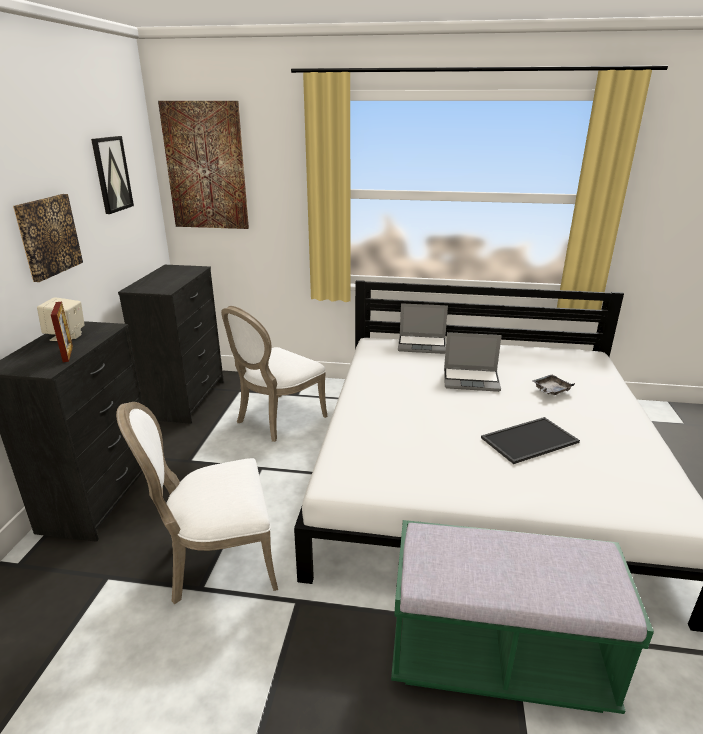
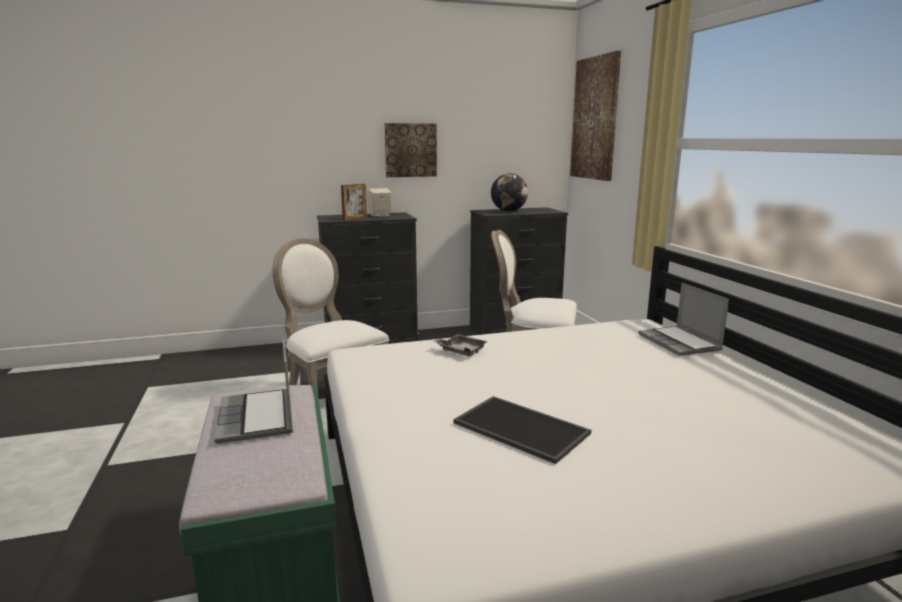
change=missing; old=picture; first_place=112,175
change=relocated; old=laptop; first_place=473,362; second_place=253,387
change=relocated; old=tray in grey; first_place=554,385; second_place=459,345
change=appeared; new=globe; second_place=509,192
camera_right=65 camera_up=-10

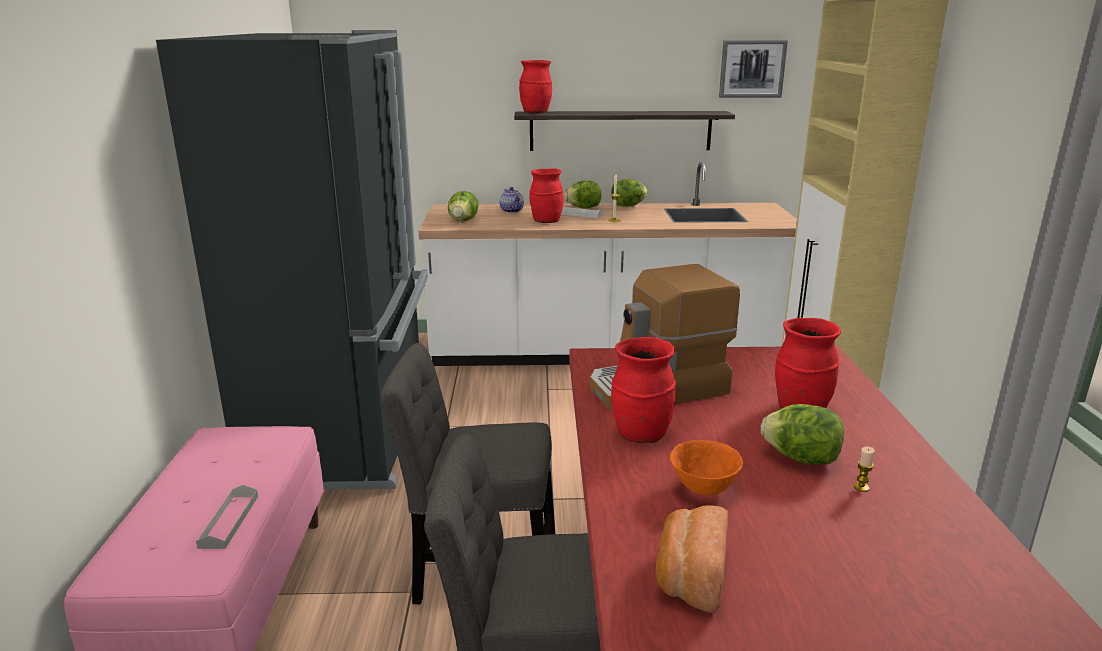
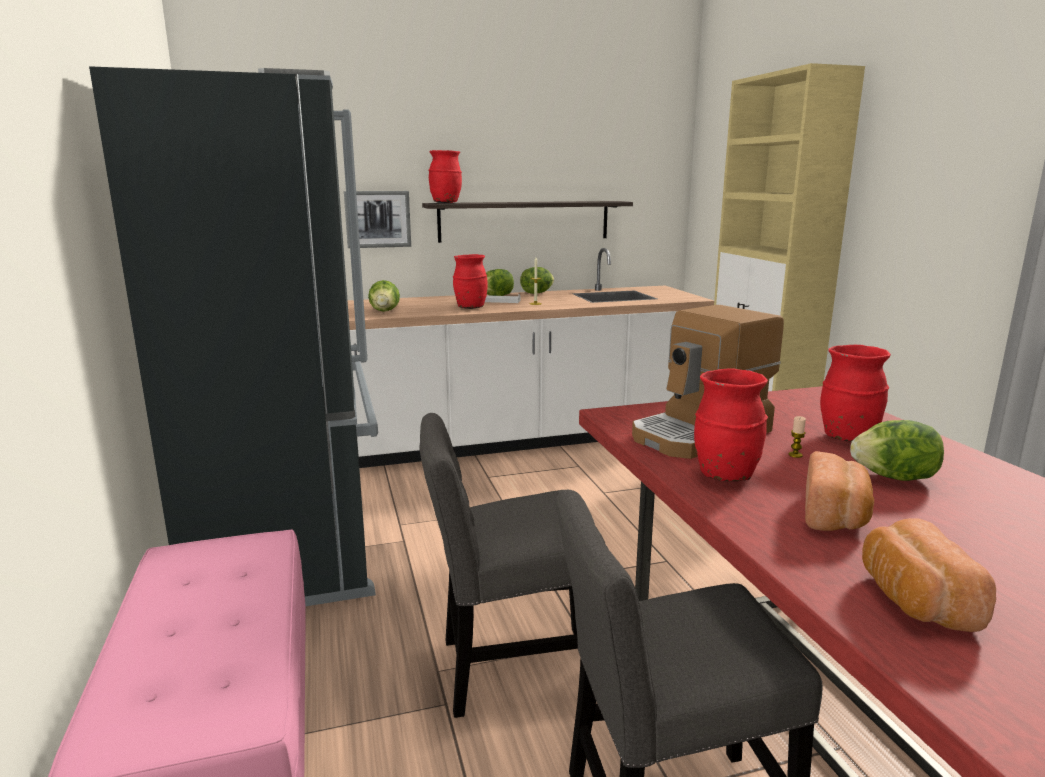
change=relocated; old=picture; first_place=753,69; second_place=377,219
change=missing; old=teapot; first_place=511,200
change=exchanged; old=bowl in orange; new=bread; first_place=706,468; second_place=839,491
change=relocated; old=candle; first_place=864,469; second_place=797,437
change=missing; old=tray in grey; first_place=227,517
camera_right=-15 camera_up=-5

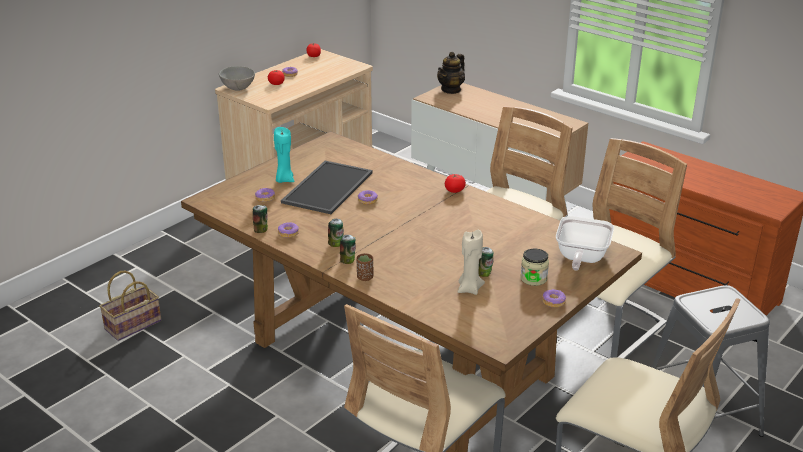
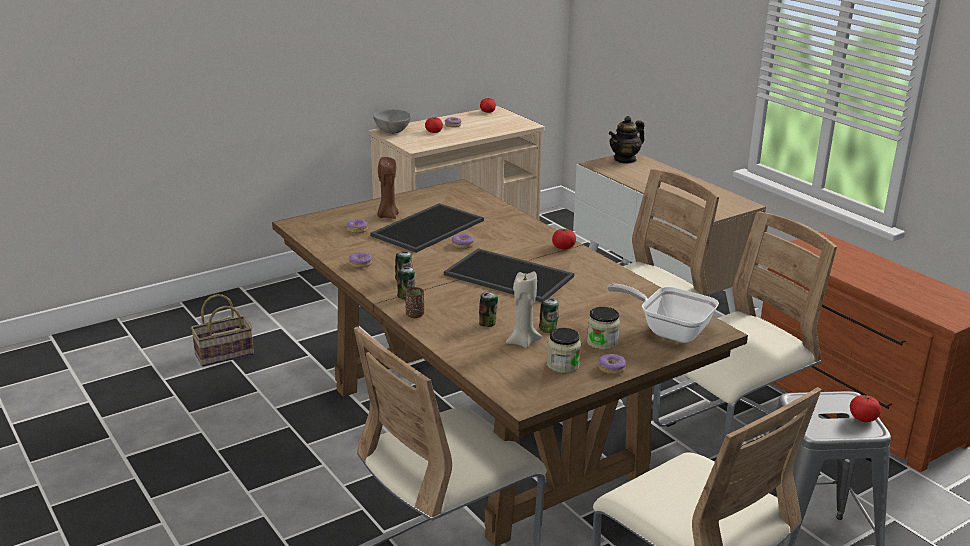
change=colour; old=candle in turquoise; new=candle in brown; first_place=284,155; second_place=388,188
change=relocated; old=can; first_place=260,219; second_place=488,309
change=spun; old=frying pan; first_place=585,243; second_place=663,313; degrees=90
change=appeared; new=tray; second_place=509,275
change=appeared; new=jar; second_place=564,350
change=appeared; new=tomato; second_place=865,408
camera_right=15 camera_up=-5

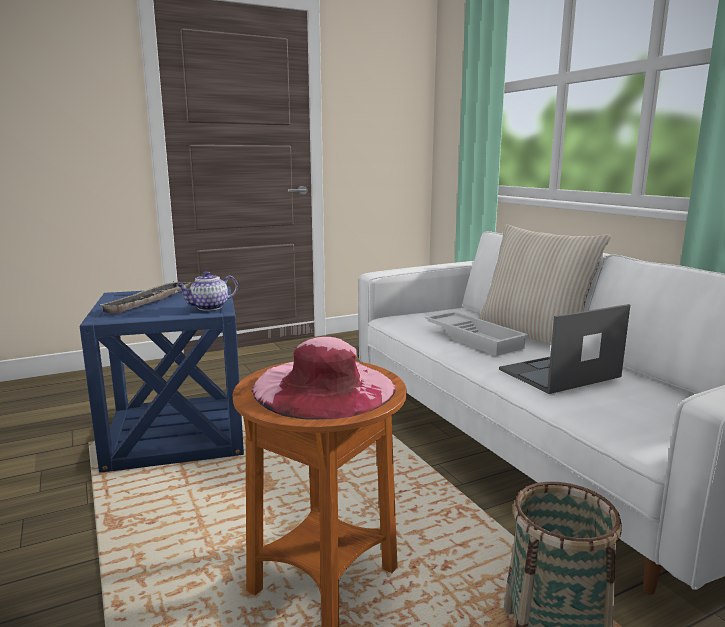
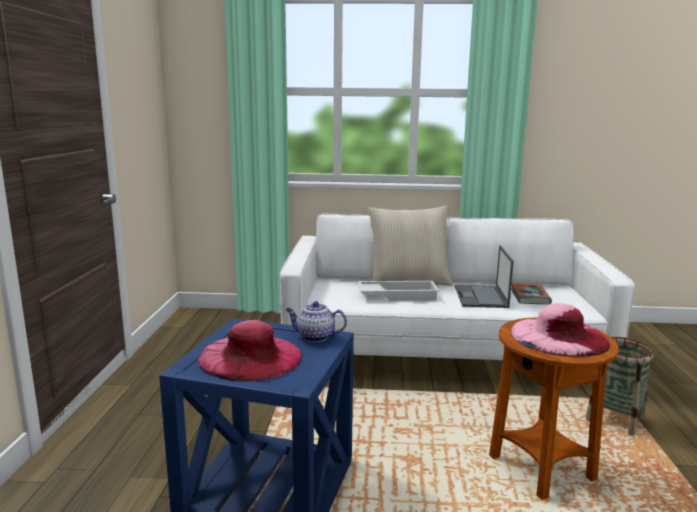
change=spun; old=teapot; first_place=207,291; second_place=316,321; degrees=105
change=exchanged; old=tray; new=hat in pink; first_place=145,297; second_place=250,351
change=appeared; new=book; second_place=531,293
camera_right=-60 camera_up=0

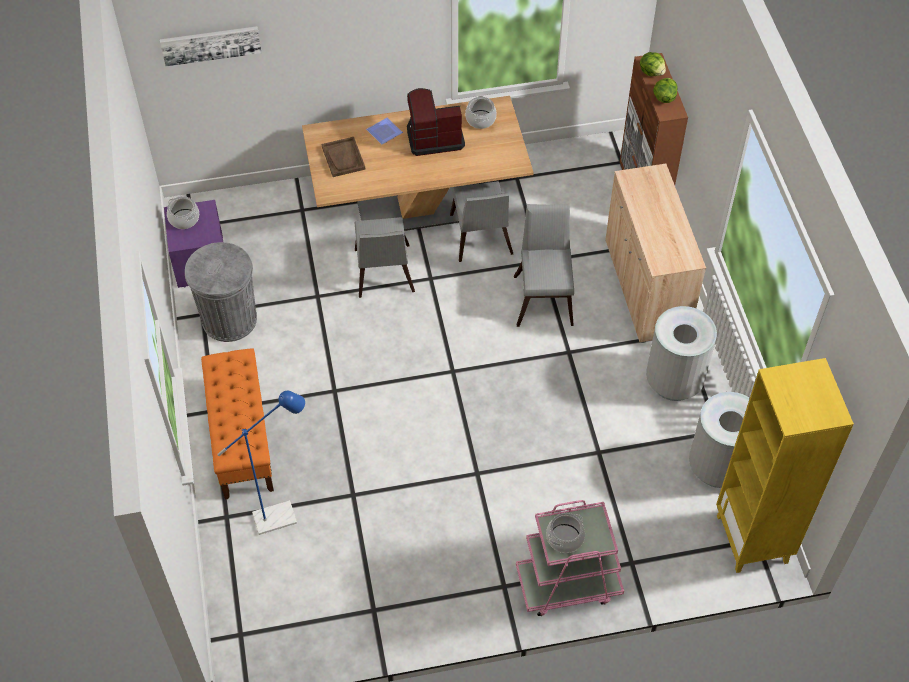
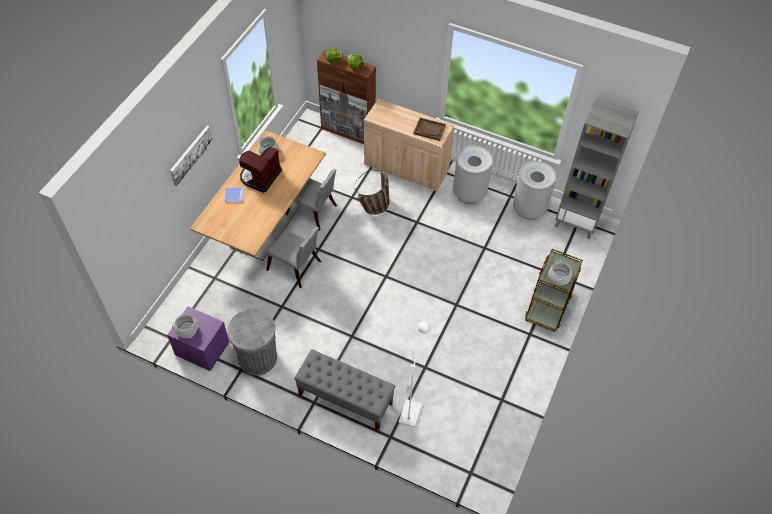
change=relocated; old=picture; first_place=210,46; second_place=191,156
change=relocated; old=tray in brown; first_place=343,157; second_place=429,129
change=exchanged; old=chair in grey; new=basket; first_place=544,265; second_place=372,192
change=colour; old=bench in orange; new=bench in grey; first_place=237,423; second_place=344,390
change=colour; old=bookcase in yellow; new=bookcase in grey; first_place=785,465; second_place=597,168
change=colour; old=floor lamp in blue; new=floor lamp in white; first_place=261,463; second_place=415,374
change=colour; old=cart in pink; new=cart in brown; first_place=570,558; second_place=554,290
camera_right=-55 camera_up=0

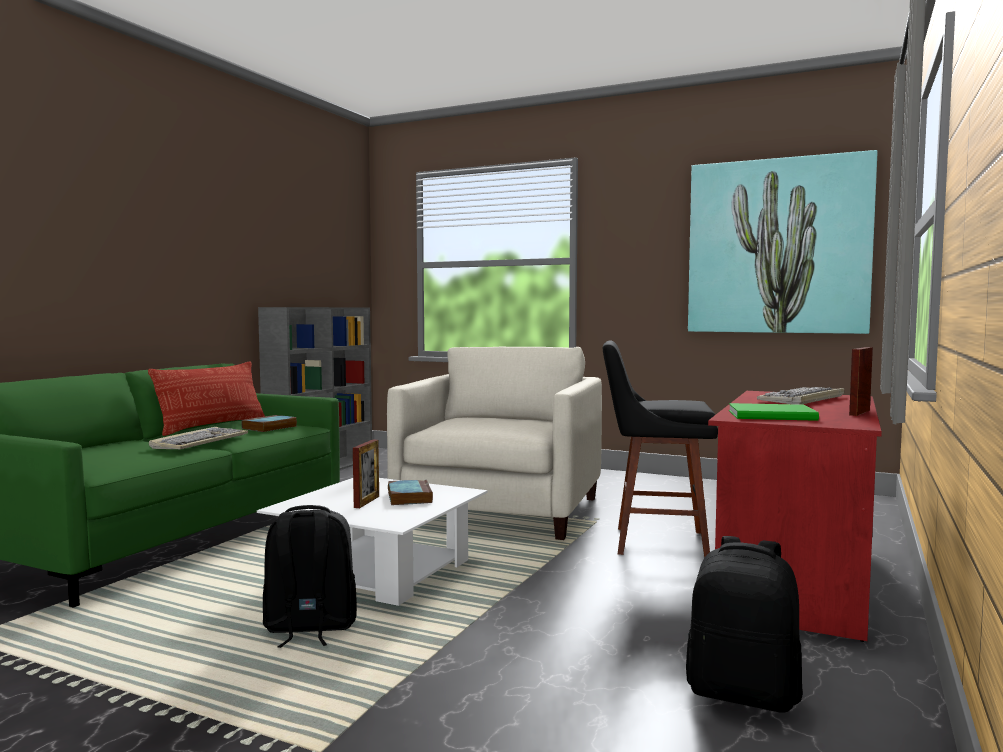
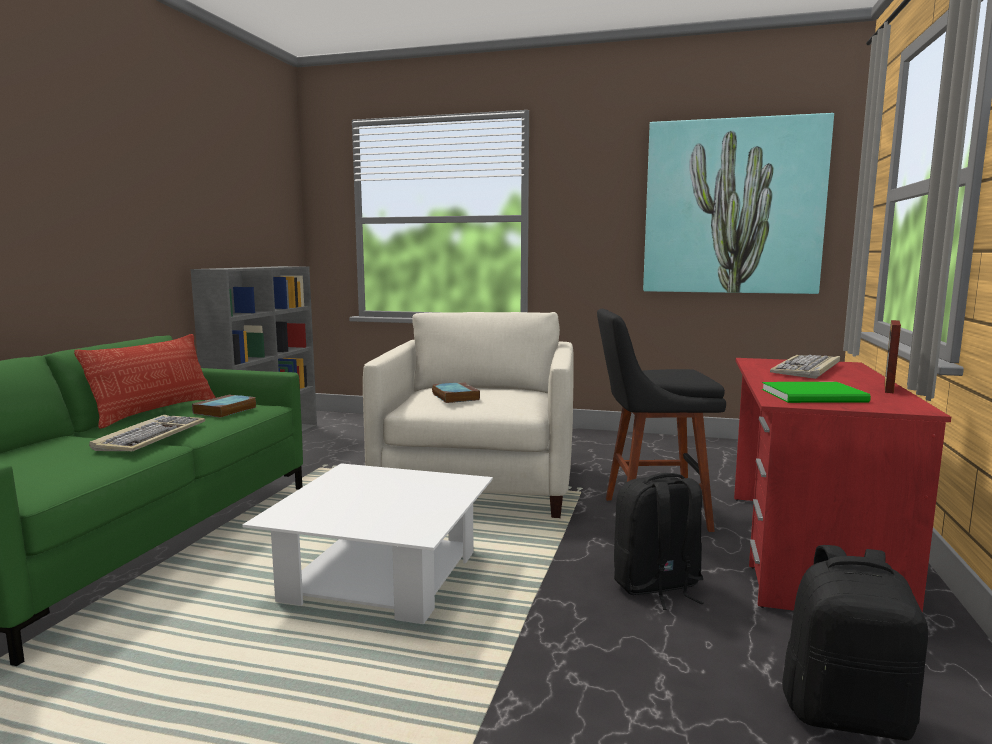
change=missing; old=picture frame; first_place=366,474
change=relocated; old=book; first_place=410,492; second_place=456,392
change=relocated; old=backpack in black; first_place=310,576; second_place=659,541
camera_right=-10 camera_up=5

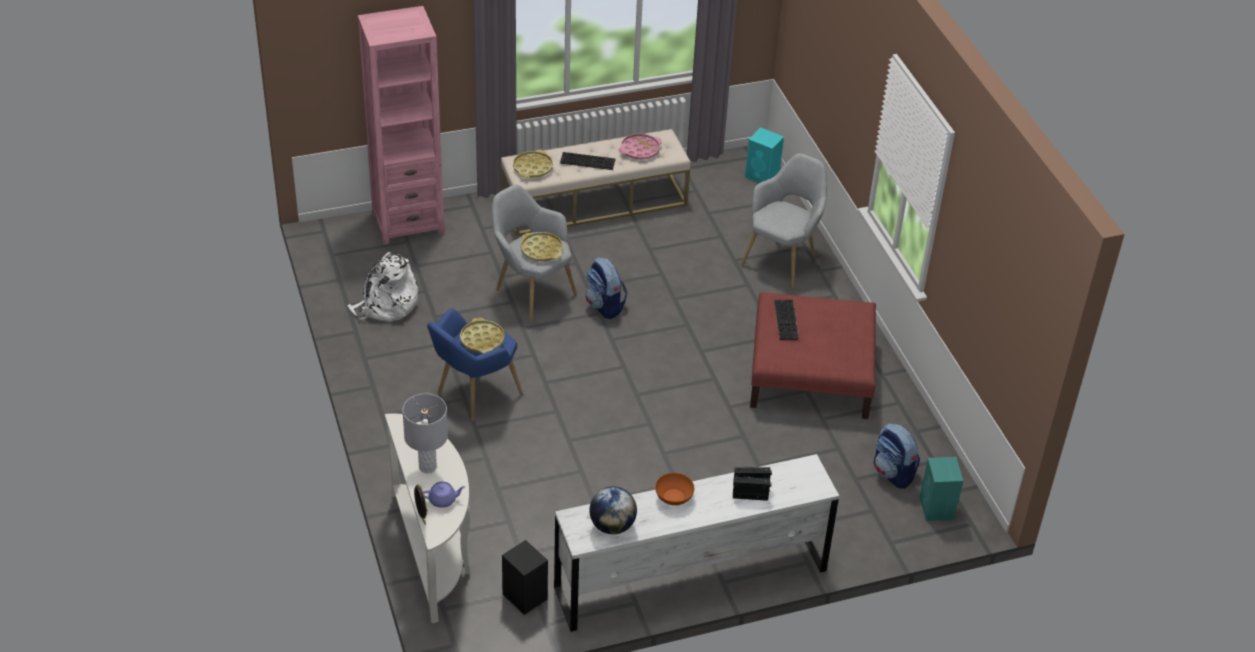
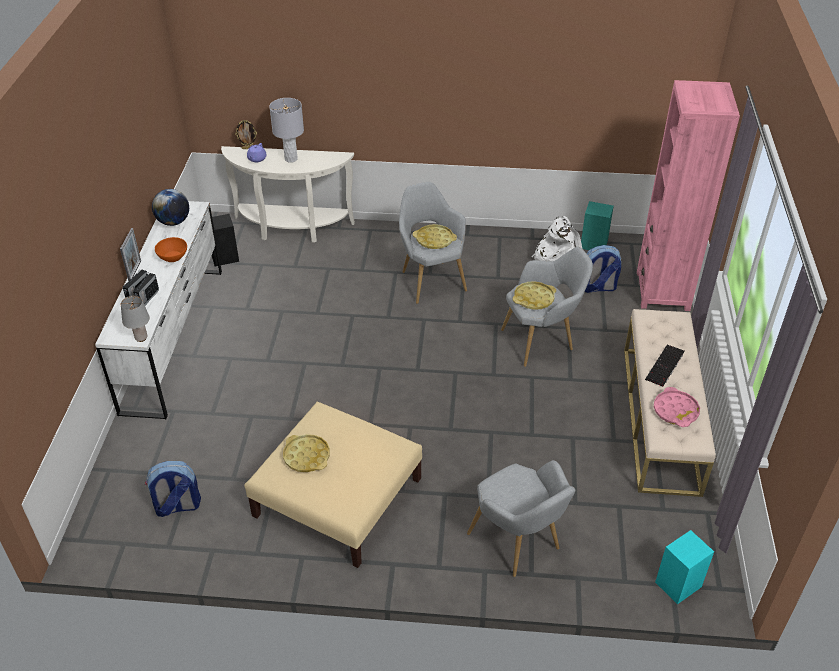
change=relocated; old=tray in yellow; first_place=533,164; second_place=306,453
change=relocated; old=backpack; first_place=607,288; second_place=603,269
change=colour; old=ottoman in red; new=ottoman in beige; first_place=813,355; second_place=333,484
change=missing; old=keyboard; first_place=786,319
change=colour; old=armchair in blue; new=armchair in grey; first_place=475,365; second_place=433,243
change=relocated; old=speaker in turquoise; first_place=941,489; second_place=597,225
change=appeared; new=picture frame; second_place=130,254
change=appeared; new=table lamp in grey; second_place=135,319
camera_right=115 camera_up=0

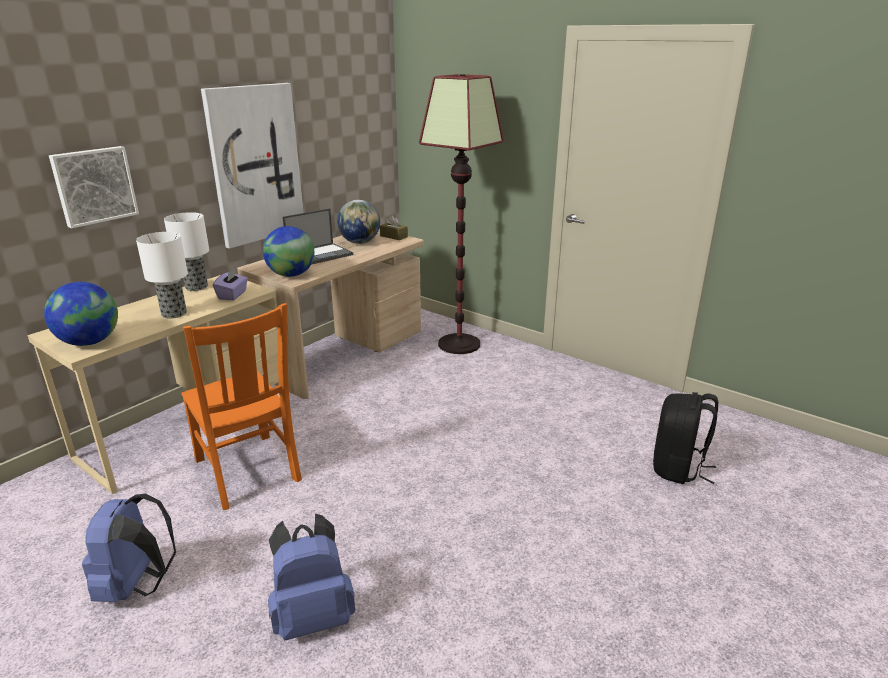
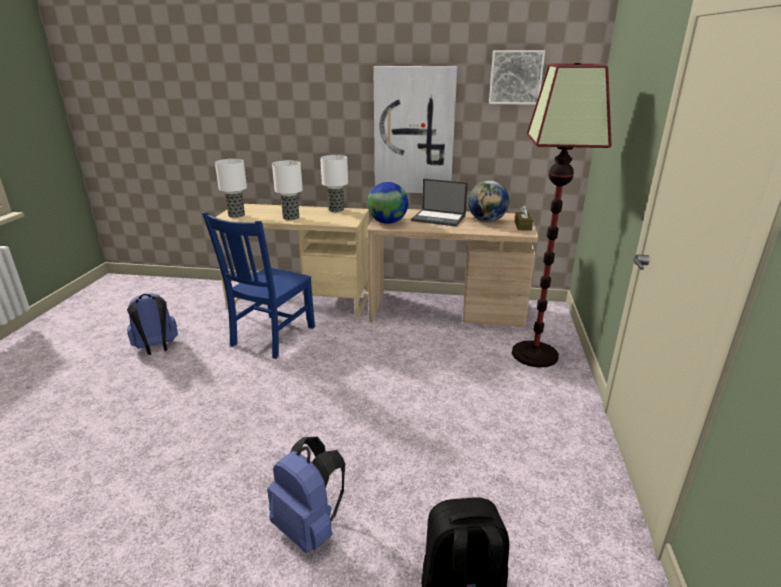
change=relocated; old=picture; first_place=94,187; second_place=517,77
change=missing; old=tissue box in purple; first_place=230,284
change=exchanged; old=globe; new=table lamp; first_place=81,314; second_place=231,188
change=colour; old=chair in orange; new=chair in blue; first_place=241,406; second_place=258,285
change=relocated; old=backpack in blue; first_place=311,576; second_place=306,495
camera_right=60 camera_up=0

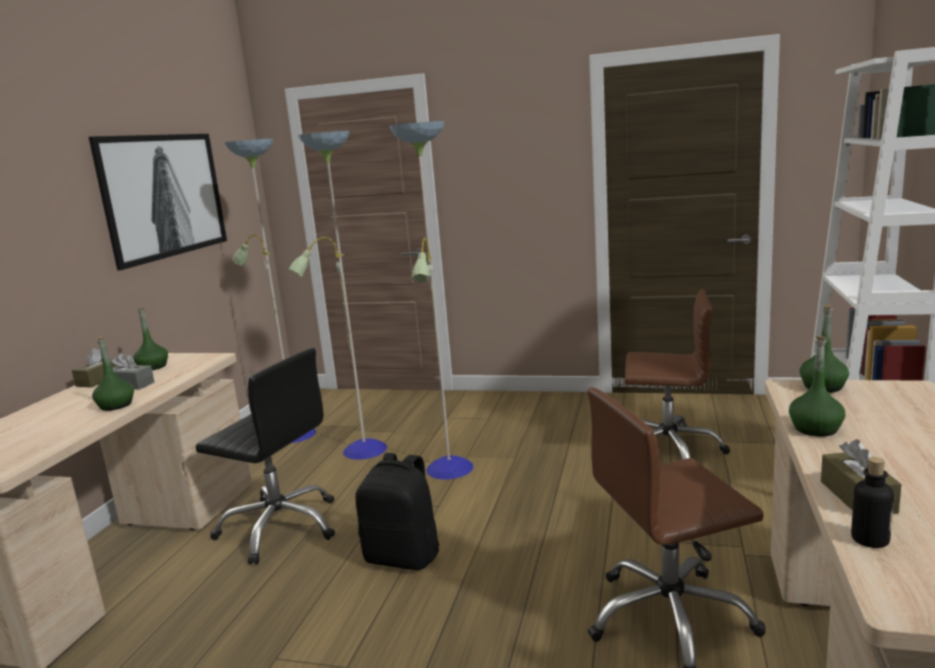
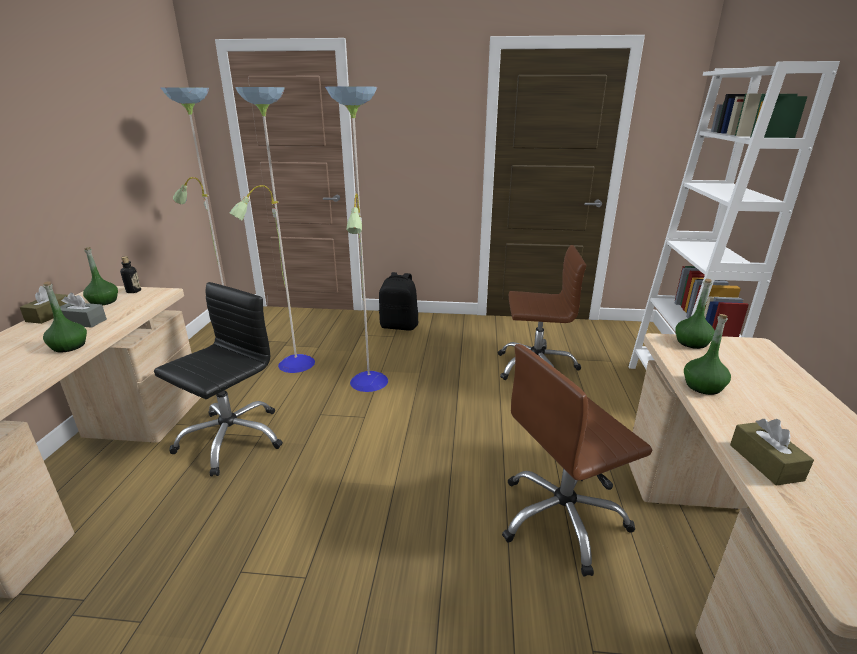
change=missing; old=picture; first_place=158,202
change=spun; old=office chair in black; first_place=265,456; second_place=218,379; degrees=-75
change=relocated; old=backpack in black; first_place=397,511; second_place=398,301
change=relocated; old=bottle; first_place=872,502; second_place=130,274
camera_right=-10 camera_up=10

